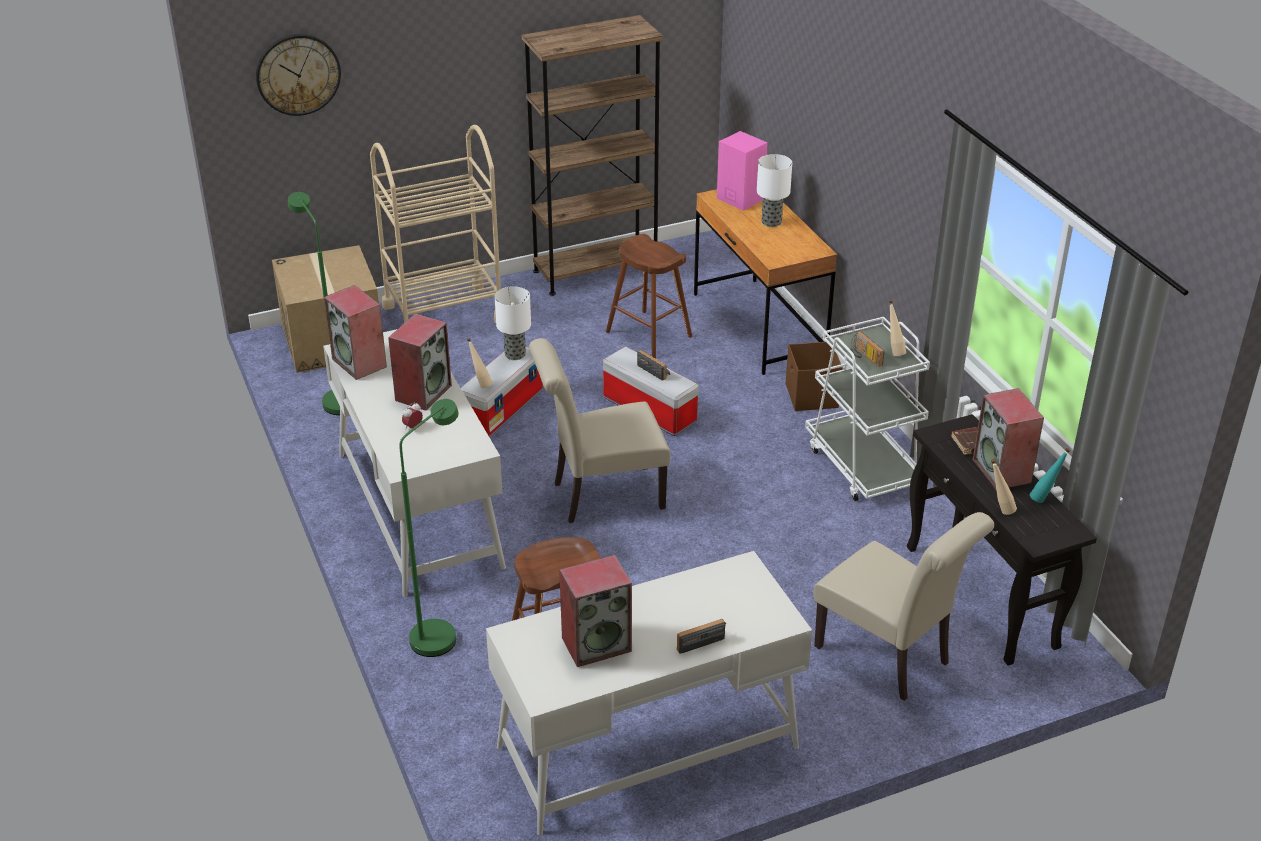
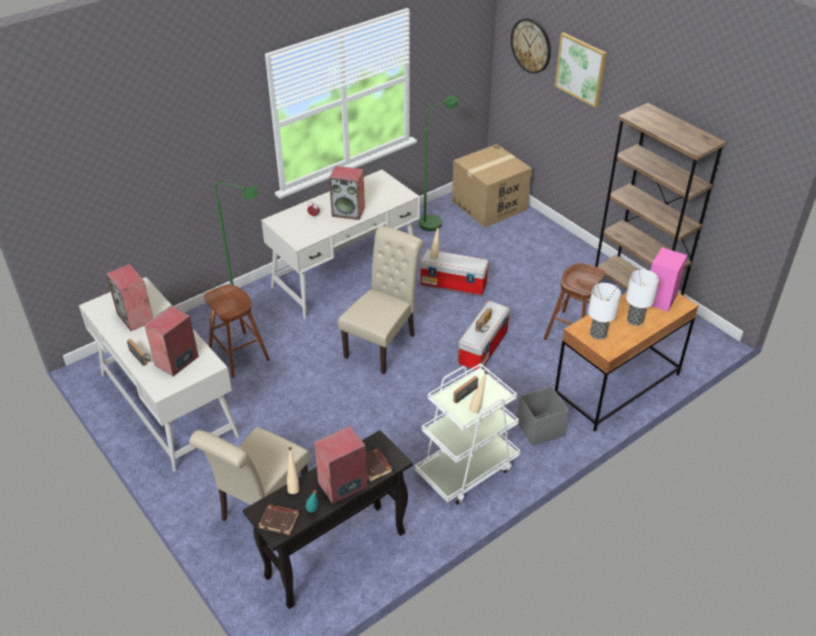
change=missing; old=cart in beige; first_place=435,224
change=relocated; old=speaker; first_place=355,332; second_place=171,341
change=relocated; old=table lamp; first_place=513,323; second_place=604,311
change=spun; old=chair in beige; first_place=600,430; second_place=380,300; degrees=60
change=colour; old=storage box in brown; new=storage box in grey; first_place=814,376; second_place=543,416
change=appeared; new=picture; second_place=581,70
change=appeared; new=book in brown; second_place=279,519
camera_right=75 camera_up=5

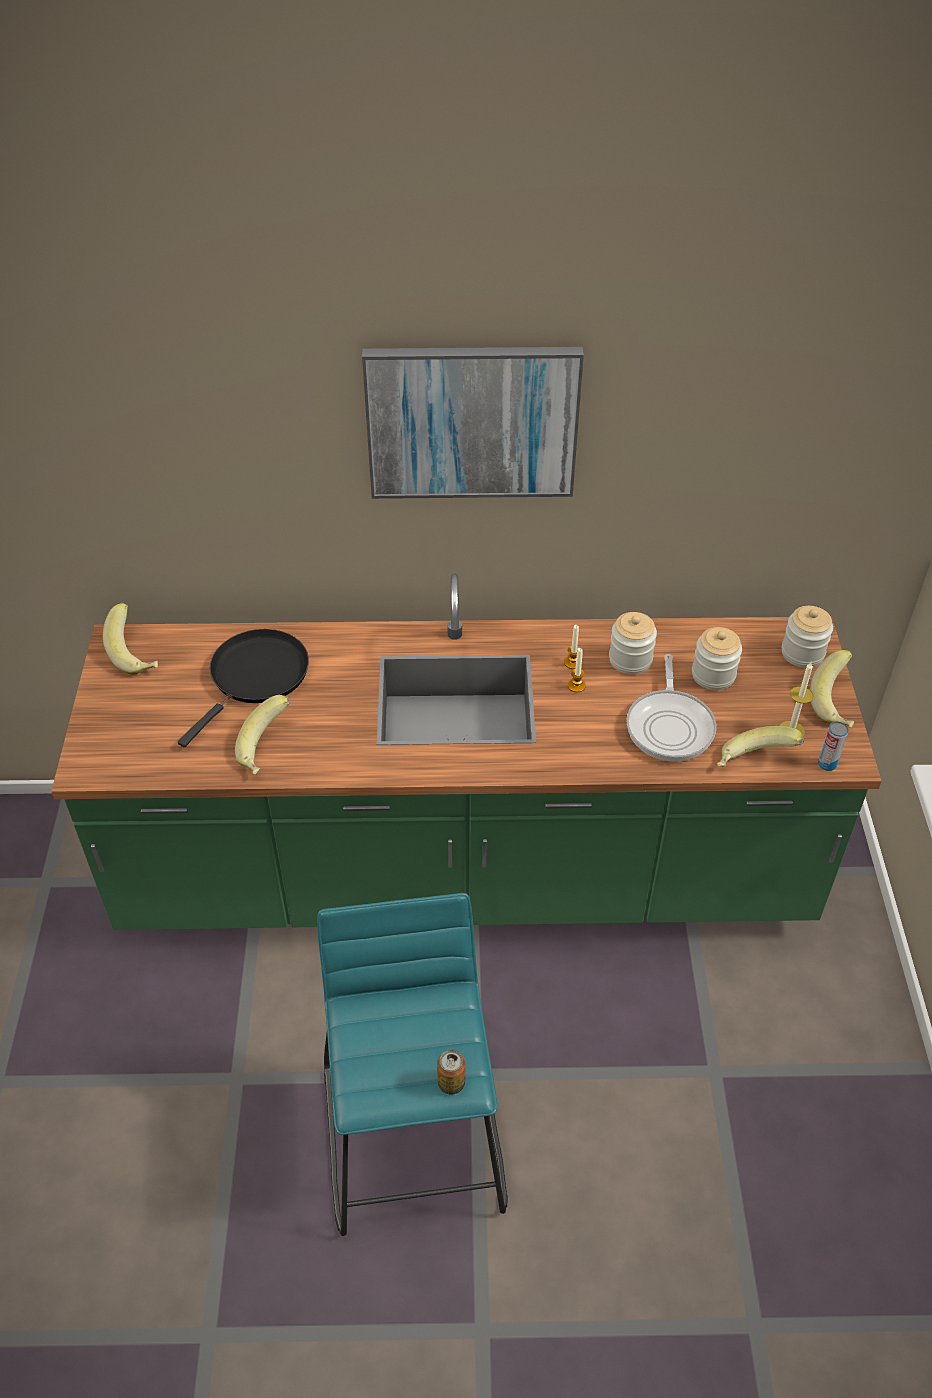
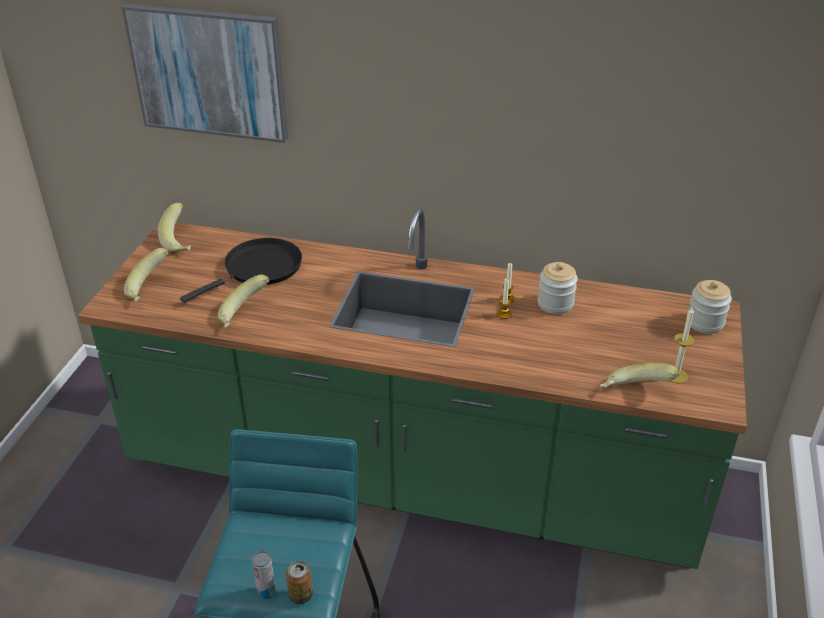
change=relocated; old=picture; first_place=473,423; second_place=205,73
change=missing; old=jar; first_place=717,658
change=relocated; old=banana; first_place=832,689; second_place=146,275
change=missing; old=frying pan; first_place=671,707
change=relocated; old=can; first_place=833,746; second_place=264,575
camera_right=15 camera_up=-10

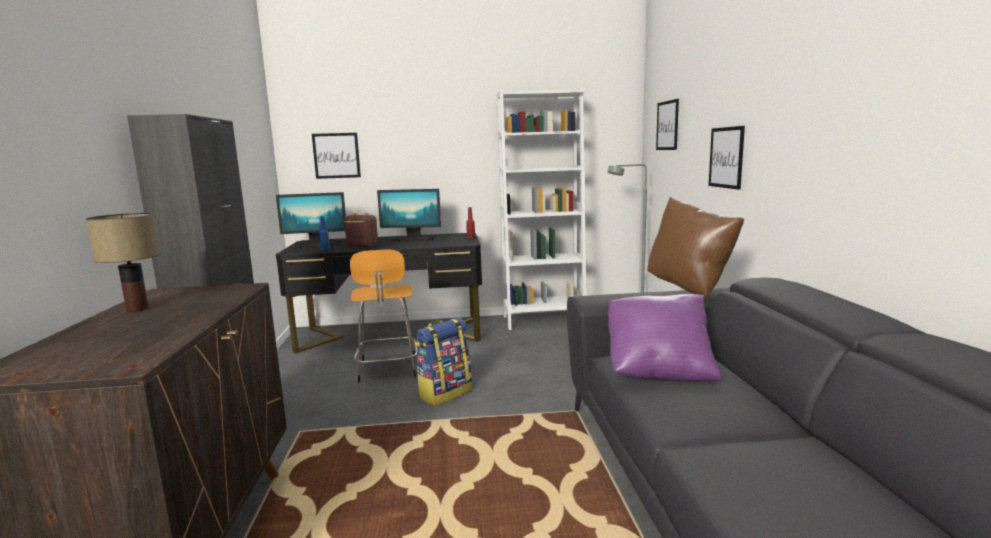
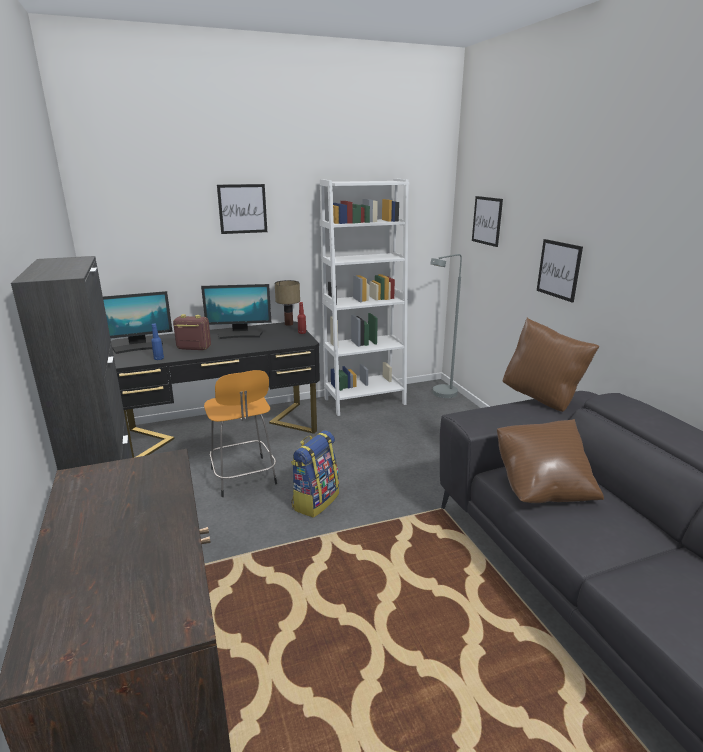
change=relocated; old=picture; first_place=336,156; second_place=242,209
change=relocated; old=table lamp; first_place=123,262; second_place=287,303
change=colour; old=pillow in purple; new=pillow in brown; first_place=665,338; second_place=550,461
camera_right=-15 camera_up=10

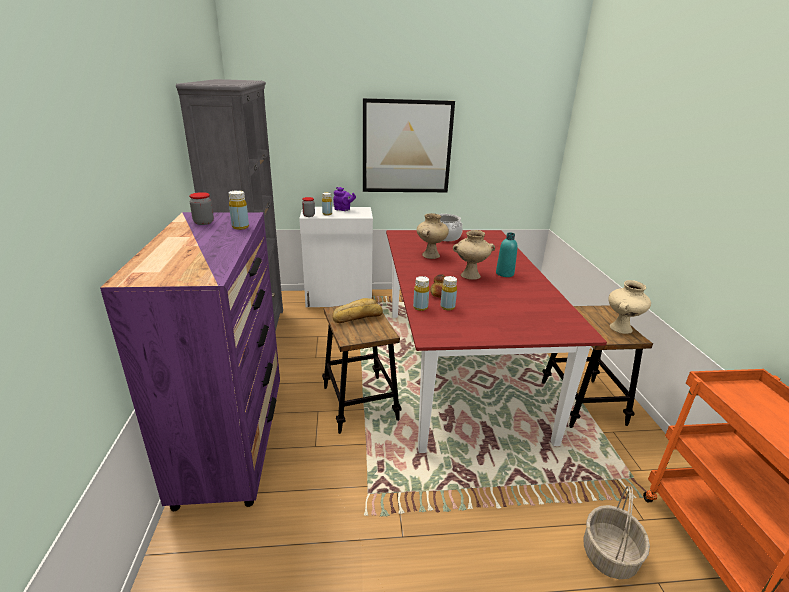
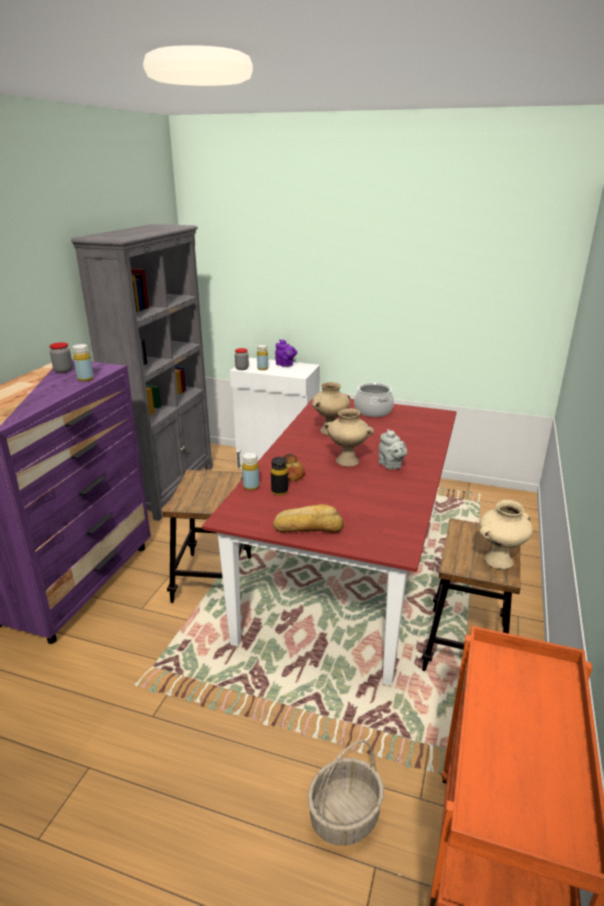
change=missing; old=picture; first_place=409,145
change=exchanged; old=bottle in turquoise; new=teapot in grey; first_place=507,255; second_place=392,449
change=colour; old=bottle in yellow; new=bottle in black; first_place=448,293; second_place=279,476
change=relocated; old=bread; first_place=357,310; second_place=308,518
camera_right=25 camera_up=0

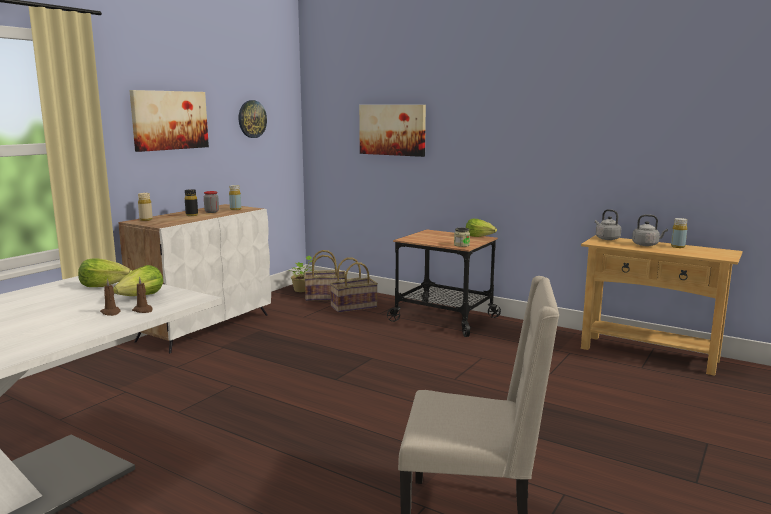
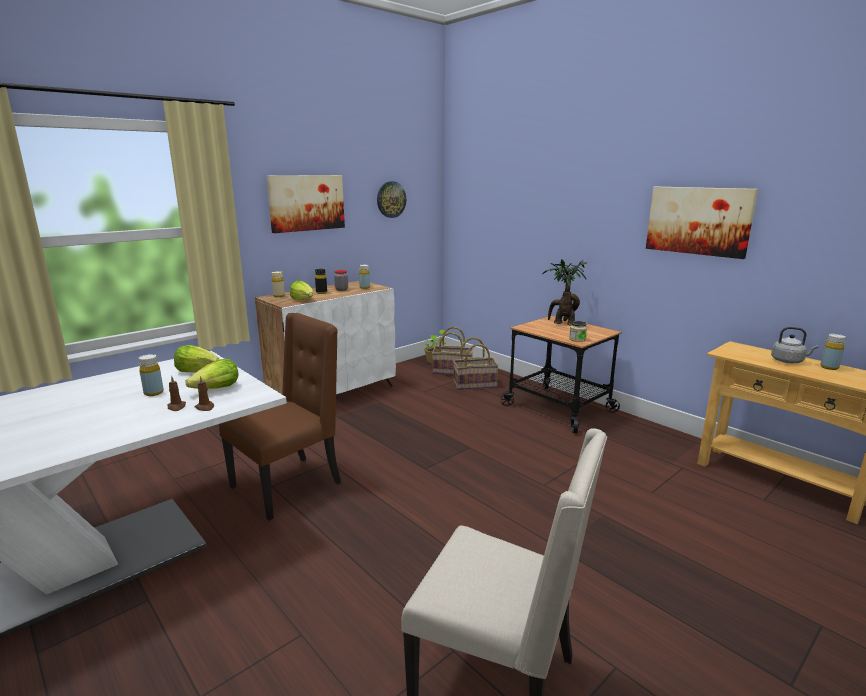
change=relocated; old=picture; first_place=392,131; second_place=702,223
change=missing; old=kettle in grey; first_place=608,224
change=relocated; old=lettuce; first_place=481,228; second_place=301,291
change=appeared; new=potted plant; second_place=564,292
change=appeared; new=chair in brown; second_place=280,416
change=appeared; new=bottle in yellow; second_place=151,375
camera_right=15 camera_up=5

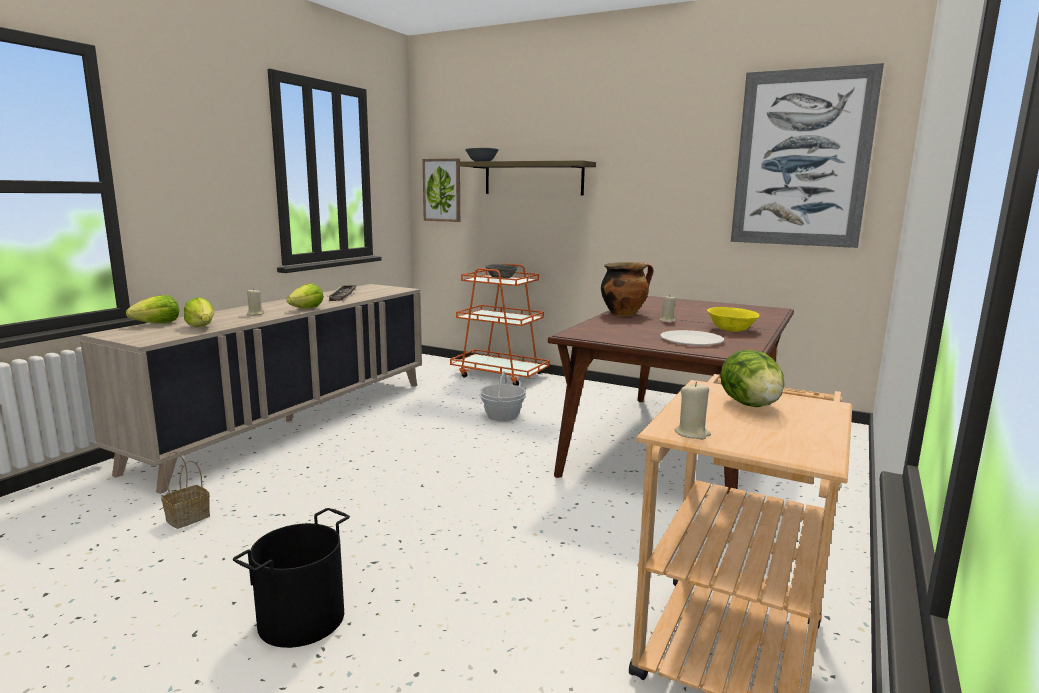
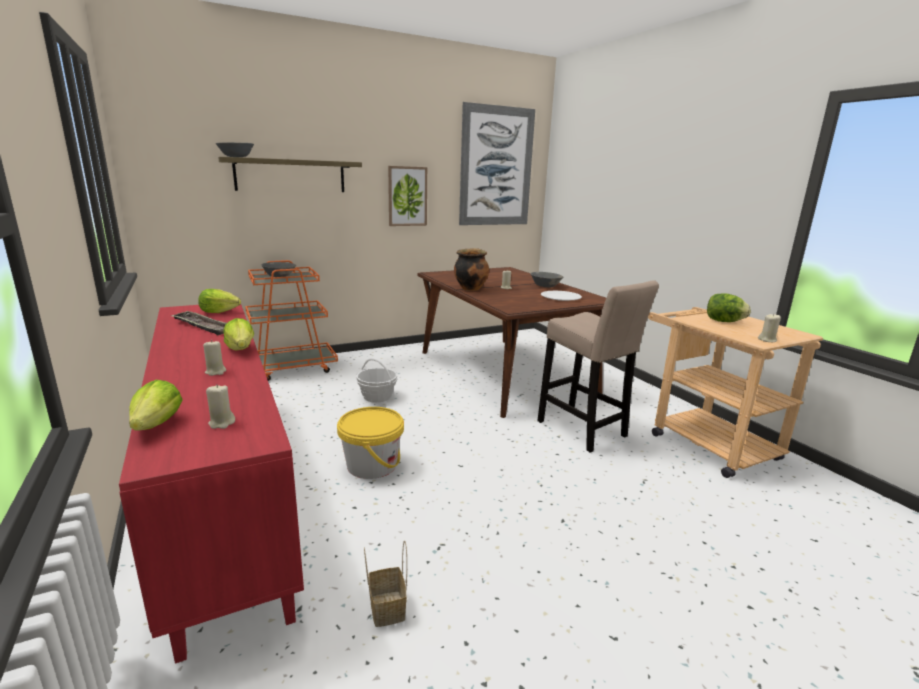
change=relocated; old=picture; first_place=441,190; second_place=407,196
change=colour; old=cabinet in beige; new=cabinet in red; first_place=251,389; second_place=211,484
change=relocated; old=lettuce; first_place=199,312; second_place=219,301
change=colour; old=bowl in yellow; new=bowl in grey; first_place=733,319; second_place=547,279
change=missing; old=bucket in black; first_place=291,578
change=appeared; new=stool in beige; second_place=598,367
change=appeared; new=candle in beige; second_place=220,406
change=appeared; new=bucket in yellow; second_place=370,443
camera_right=-55 camera_up=5

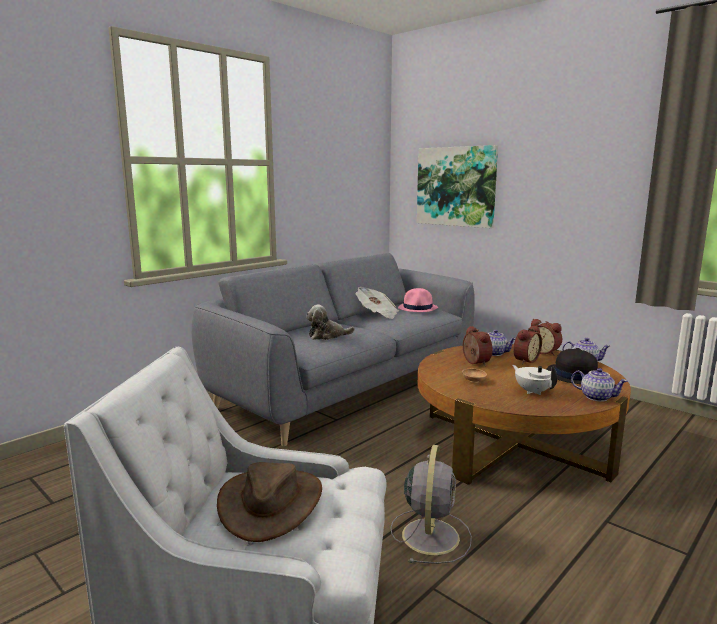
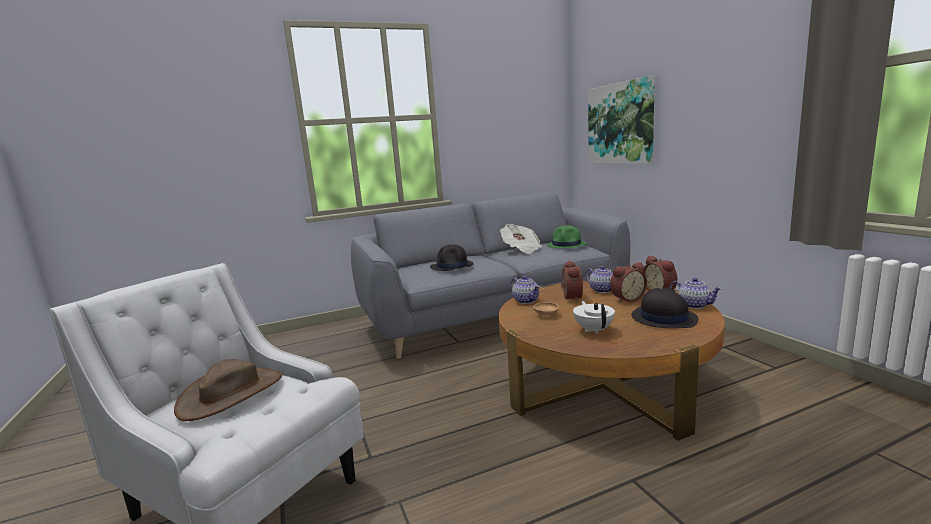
change=colour; old=hat in pink; new=hat in green; first_place=418,300; second_place=567,236
change=exchanged; old=plush toy; new=hat in black; first_place=330,322; second_place=452,257
change=relocated; old=teapot; first_place=599,385; second_place=525,290
change=missing; old=fan in grey; first_place=431,504
camera_right=25 camera_up=0

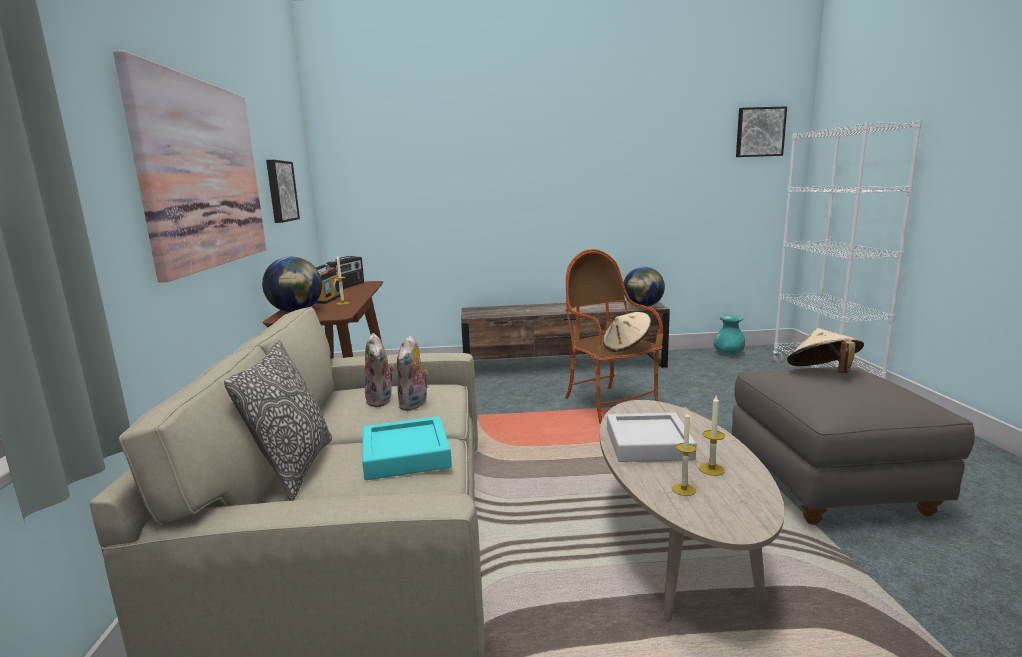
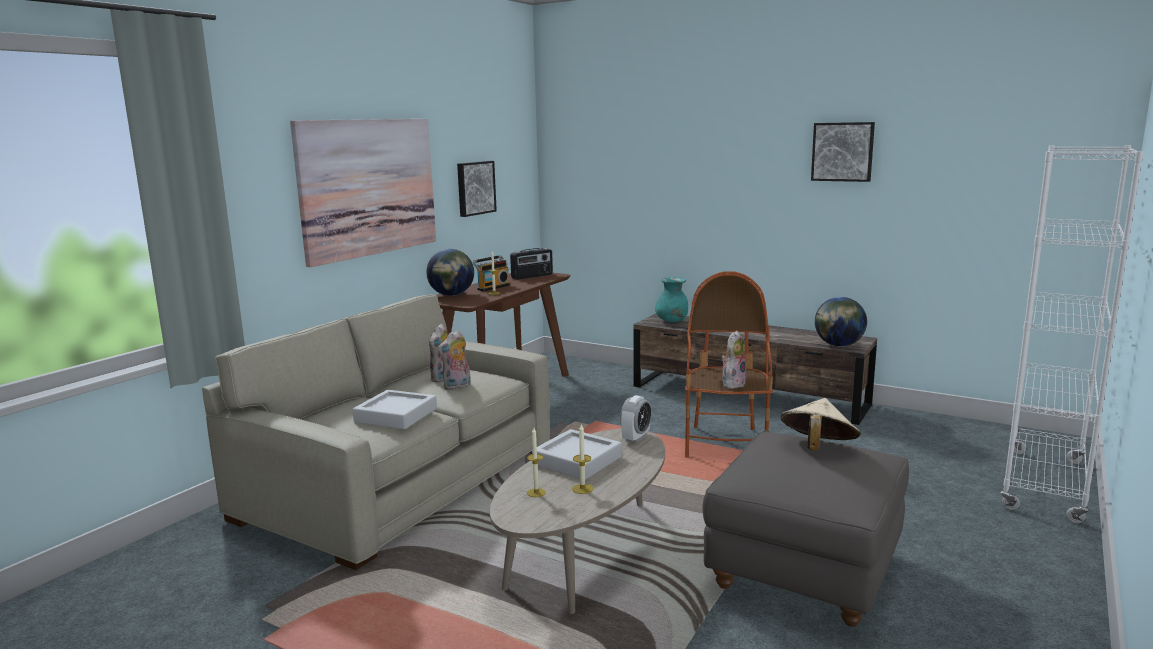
change=relocated; old=picture; first_place=761,131; second_place=843,152
change=exchanged; old=hat in beige; new=plush toy; first_place=627,332; second_place=733,360
change=relocated; old=vase in turquoise; first_place=729,335; second_place=671,299
change=missing; old=pillow; first_place=278,420
change=colour; old=tray in turquoise; new=tray in grey; first_place=407,448; second_place=395,409
change=appeared; new=alarm clock; second_place=636,419
camera_right=35 camera_up=0

